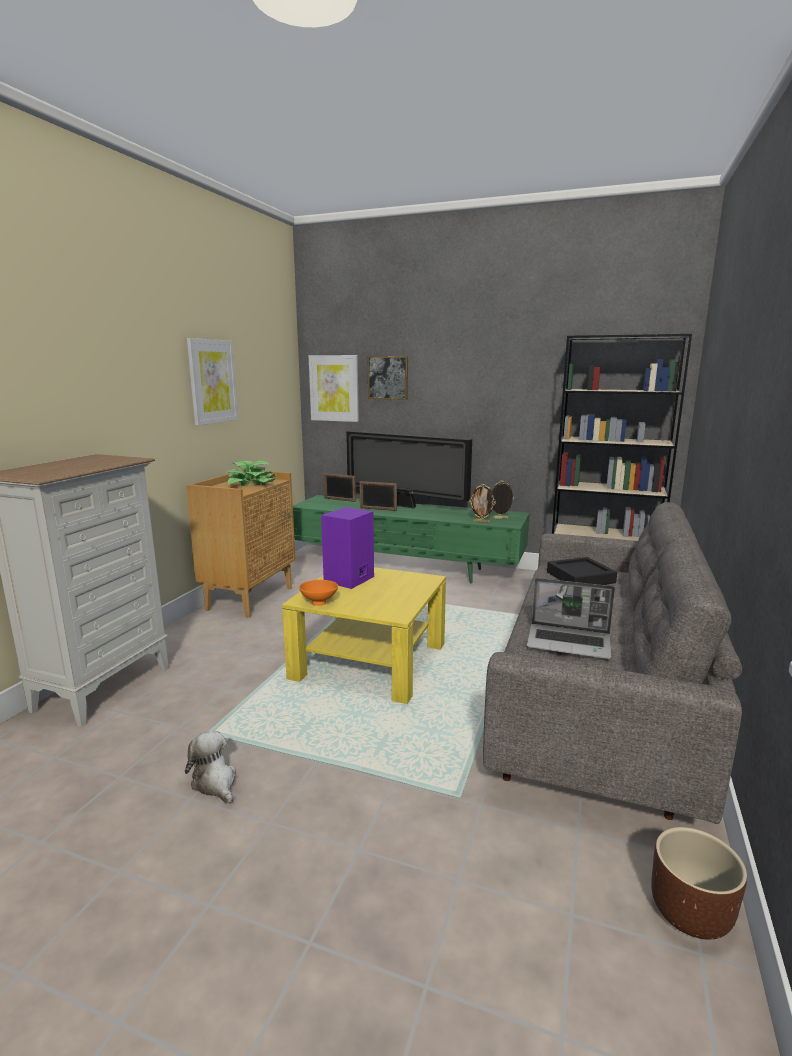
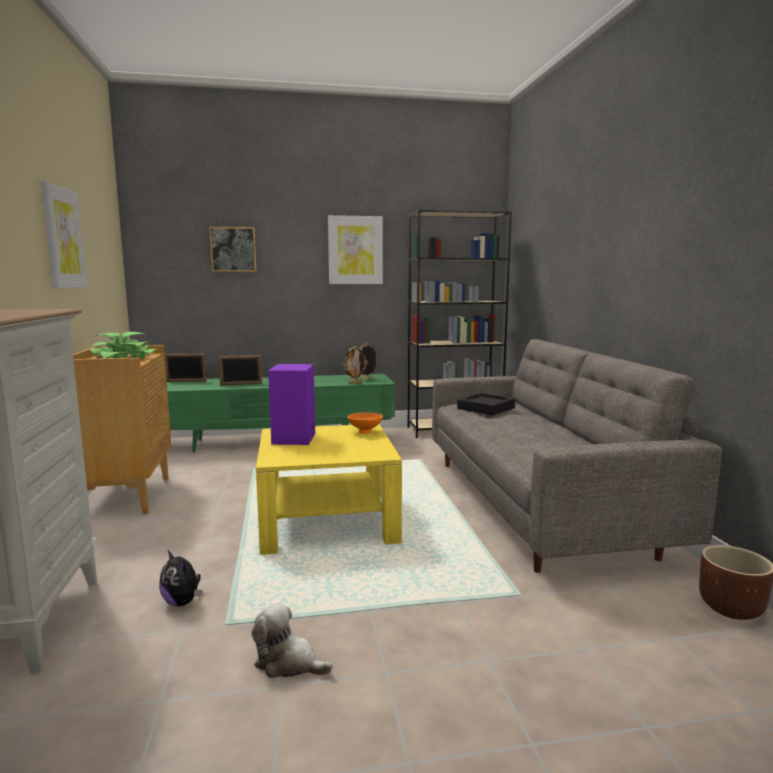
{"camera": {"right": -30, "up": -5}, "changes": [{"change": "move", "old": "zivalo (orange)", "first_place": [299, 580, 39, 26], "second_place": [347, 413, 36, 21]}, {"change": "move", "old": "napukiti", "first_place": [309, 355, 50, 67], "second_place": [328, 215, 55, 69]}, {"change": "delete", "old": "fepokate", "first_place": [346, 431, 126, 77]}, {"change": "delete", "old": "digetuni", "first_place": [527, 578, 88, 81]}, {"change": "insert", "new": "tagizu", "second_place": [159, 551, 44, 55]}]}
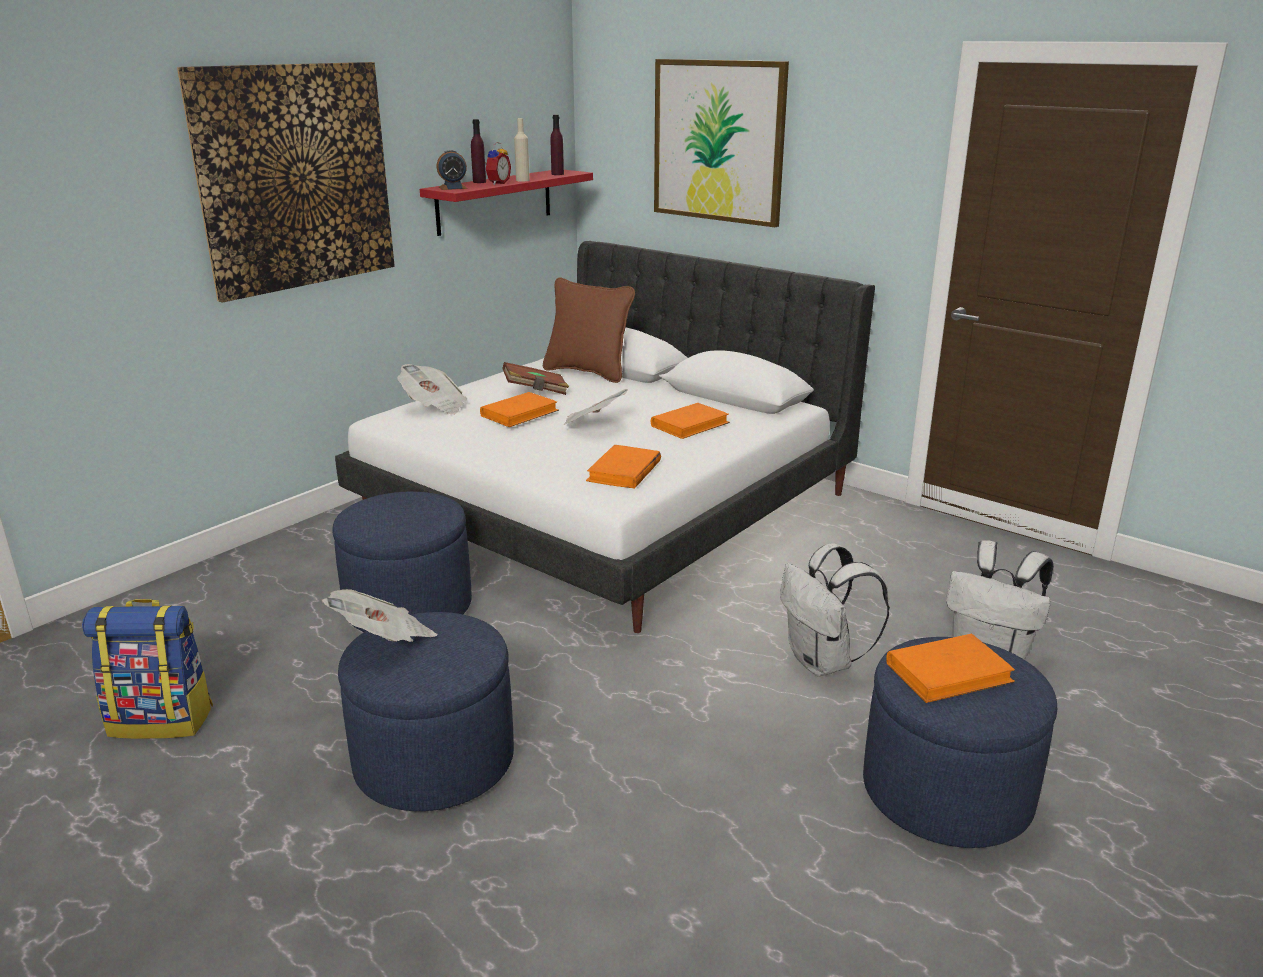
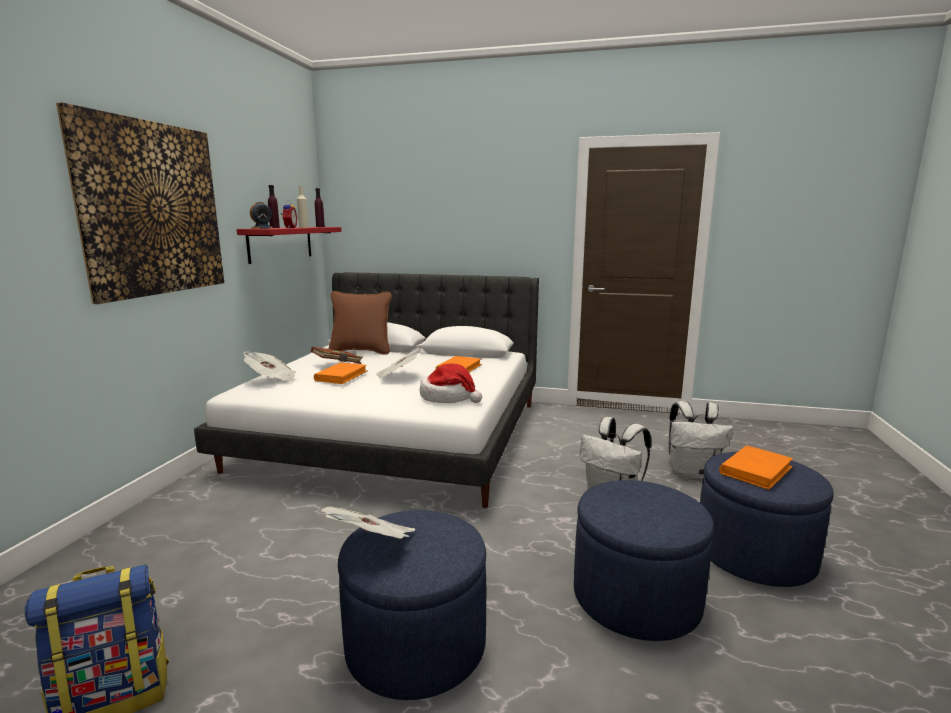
{"camera": {"right": -25, "up": -10}, "changes": [{"change": "move", "old": "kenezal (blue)", "first_place": [332, 492, 140, 140], "second_place": [574, 480, 140, 161]}, {"change": "replace", "old": "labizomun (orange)", "new": "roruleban", "first_place": [586, 445, 75, 44], "second_place": [420, 363, 62, 40]}, {"change": "delete", "old": "napukiti", "first_place": [654, 59, 135, 168]}]}
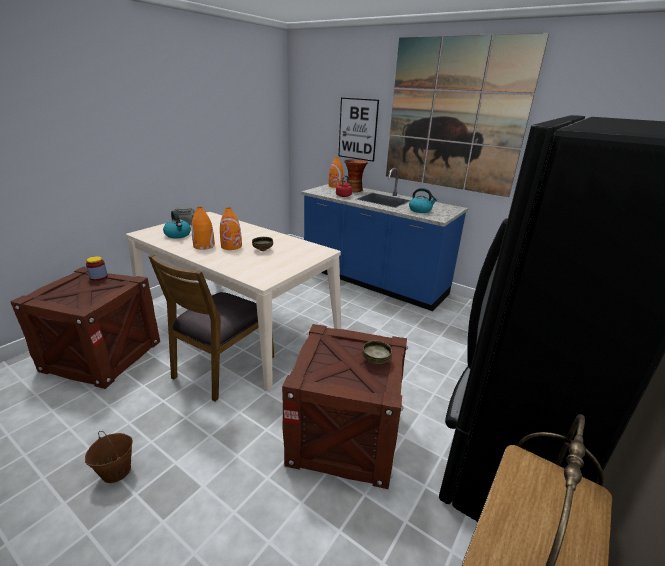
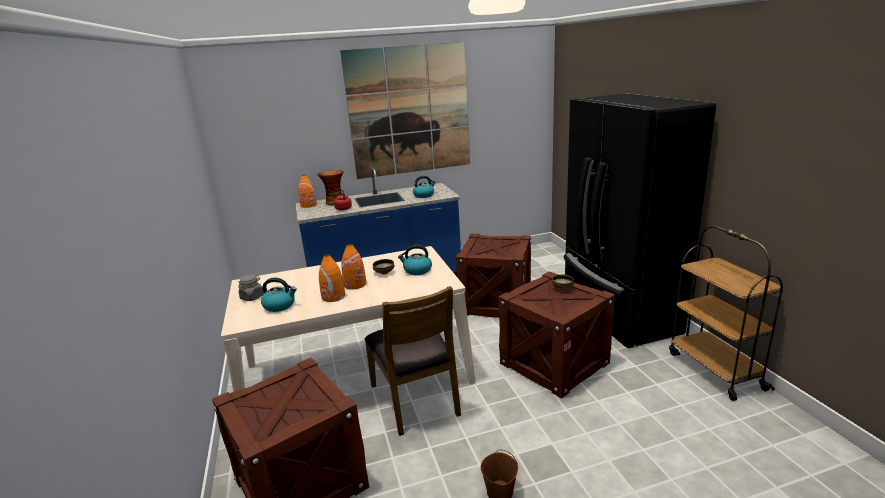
{"camera": {"right": -50, "up": -5}, "changes": [{"change": "delete", "old": "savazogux", "first_place": [86, 256, 22, 25]}, {"change": "delete", "old": "napukiti", "first_place": [339, 98, 40, 64]}, {"change": "insert", "new": "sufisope", "second_place": [398, 245, 34, 30]}, {"change": "insert", "new": "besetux", "second_place": [456, 234, 75, 84]}]}
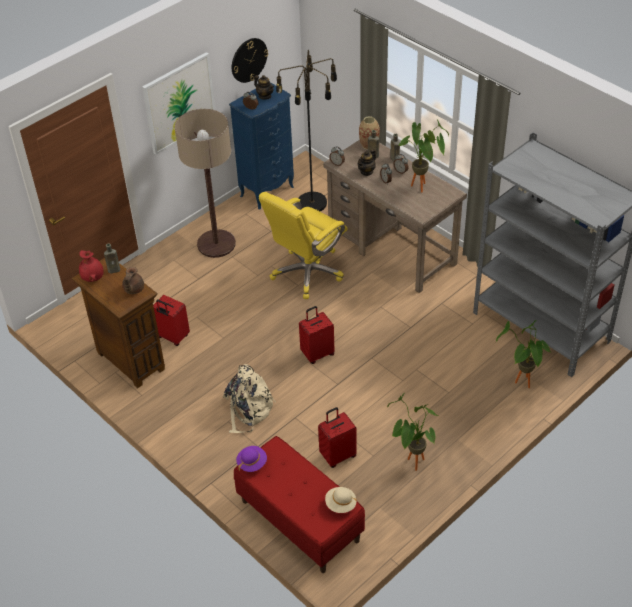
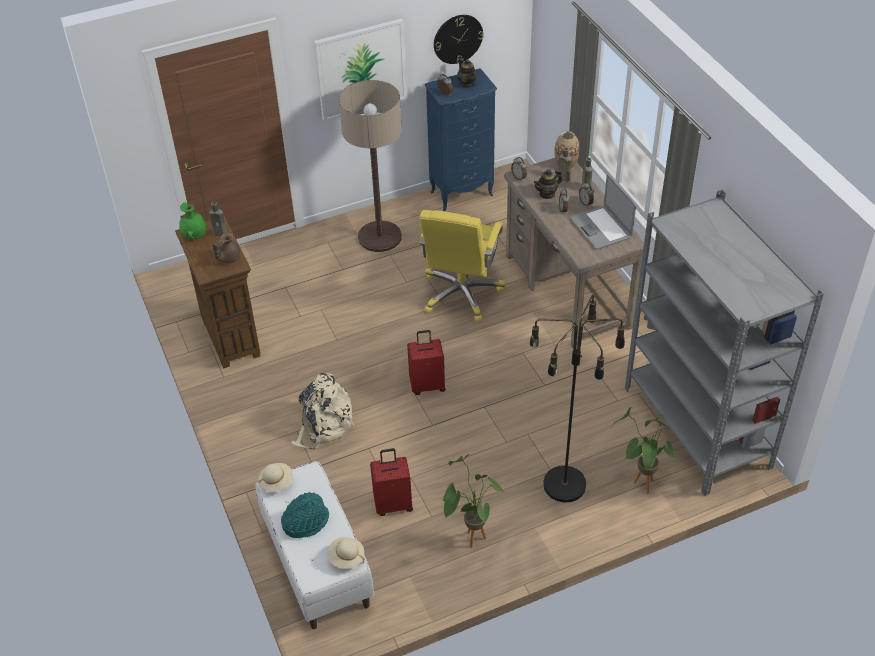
{"camera": {"right": 20, "up": 0}, "changes": [{"change": "recolor", "old": "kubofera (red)", "new": "kubofera (green)", "first_place": [79, 250, 25, 32], "second_place": [179, 202, 28, 38]}, {"change": "delete", "old": "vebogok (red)", "first_place": [153, 295, 37, 51]}, {"change": "recolor", "old": "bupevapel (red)", "new": "bupevapel (white)", "first_place": [234, 436, 131, 137], "second_place": [255, 461, 119, 168]}, {"change": "recolor", "old": "roruleban (purple)", "new": "roruleban (beige)", "first_place": [236, 446, 31, 26], "second_place": [258, 463, 35, 29]}, {"change": "rotate", "old": "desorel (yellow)", "first_place": [259, 192, 88, 107], "second_place": [419, 210, 86, 112], "degrees": -45}, {"change": "move", "old": "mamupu", "first_place": [276, 50, 61, 162], "second_place": [530, 295, 95, 208]}, {"change": "replace", "old": "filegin", "new": "digetuni", "first_place": [398, 120, 51, 72], "second_place": [570, 175, 66, 74]}, {"change": "insert", "new": "roruleban (turquoise)", "second_place": [281, 492, 48, 46]}]}
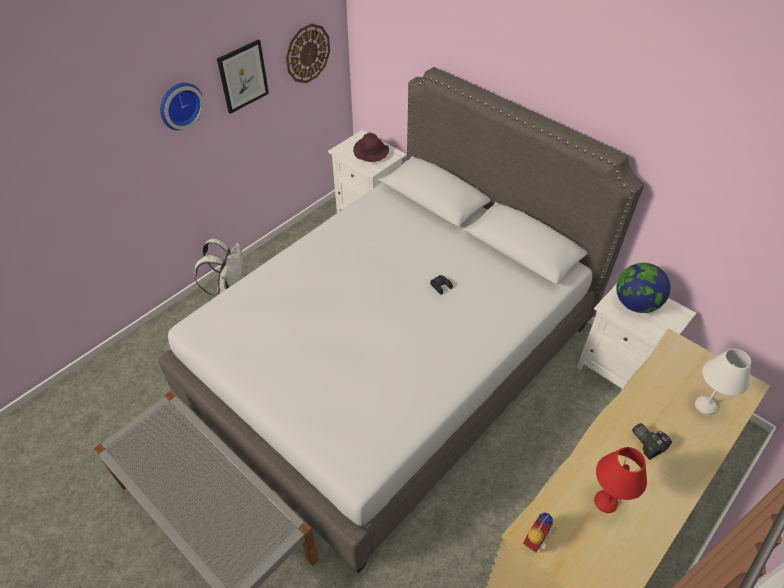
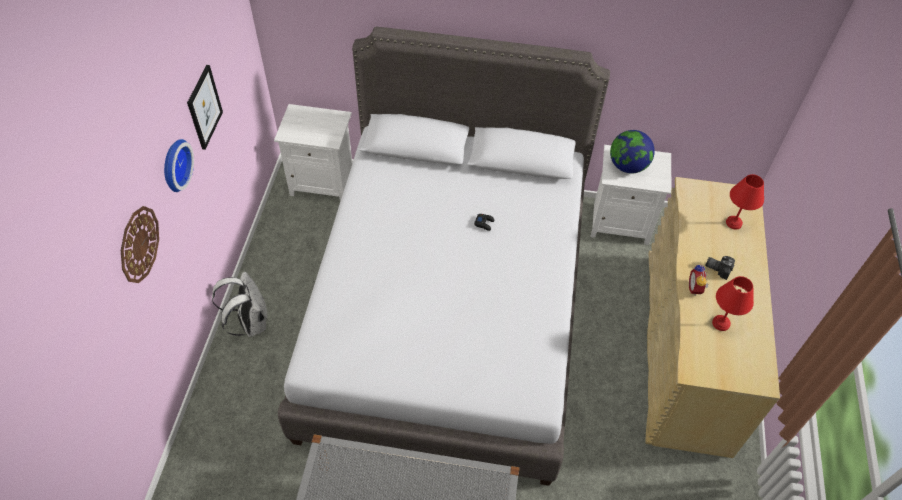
{"camera": {"right": -35, "up": 5}, "changes": [{"change": "move", "old": "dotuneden", "first_place": [286, 23, 44, 60], "second_place": [121, 206, 38, 77]}, {"change": "delete", "old": "roruleban (purple)", "first_place": [353, 133, 36, 29]}, {"change": "move", "old": "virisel", "first_place": [523, 513, 33, 39], "second_place": [689, 265, 20, 31]}, {"change": "recolor", "old": "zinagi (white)", "new": "zinagi (red)", "first_place": [695, 349, 56, 66], "second_place": [726, 174, 38, 56]}]}
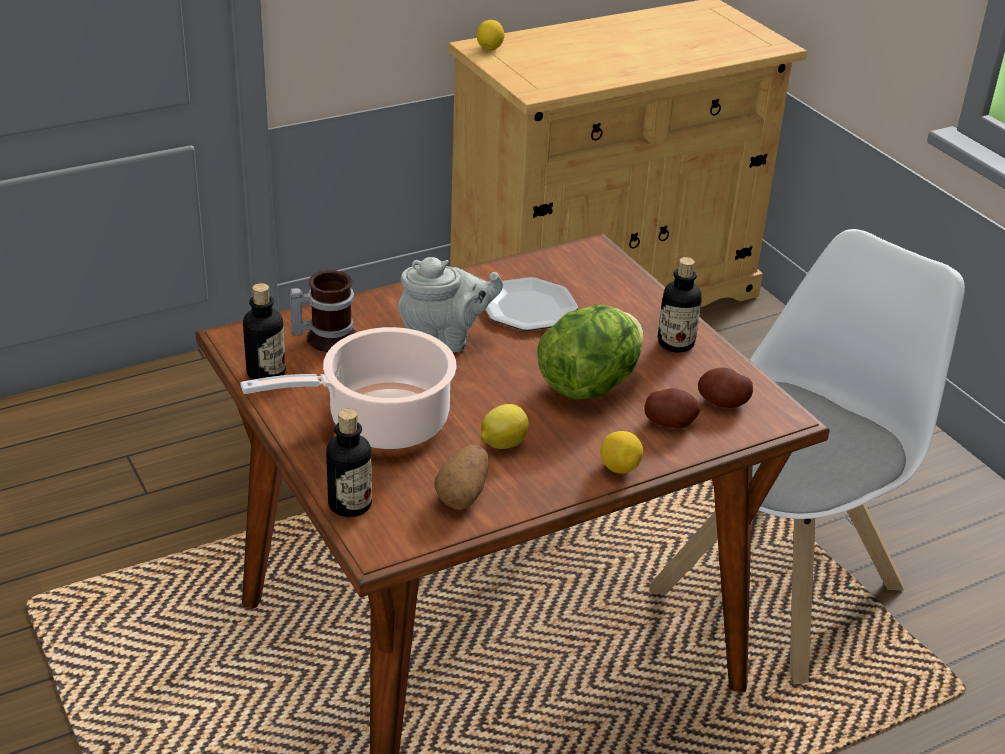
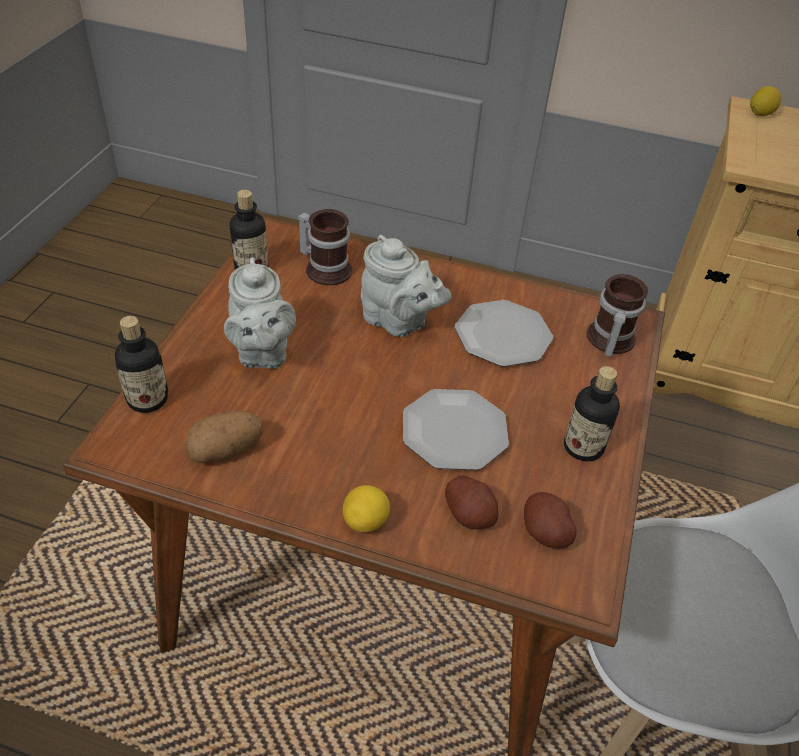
{"camera": {"right": 45, "up": 10}, "changes": [{"change": "replace", "old": "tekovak", "new": "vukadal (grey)", "first_place": [240, 327, 217, 122], "second_place": [224, 257, 72, 112]}, {"change": "delete", "old": "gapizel", "first_place": [481, 404, 48, 45]}, {"change": "replace", "old": "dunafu", "new": "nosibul", "first_place": [538, 305, 105, 94], "second_place": [403, 389, 106, 81]}, {"change": "insert", "new": "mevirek", "second_place": [587, 274, 61, 83]}]}
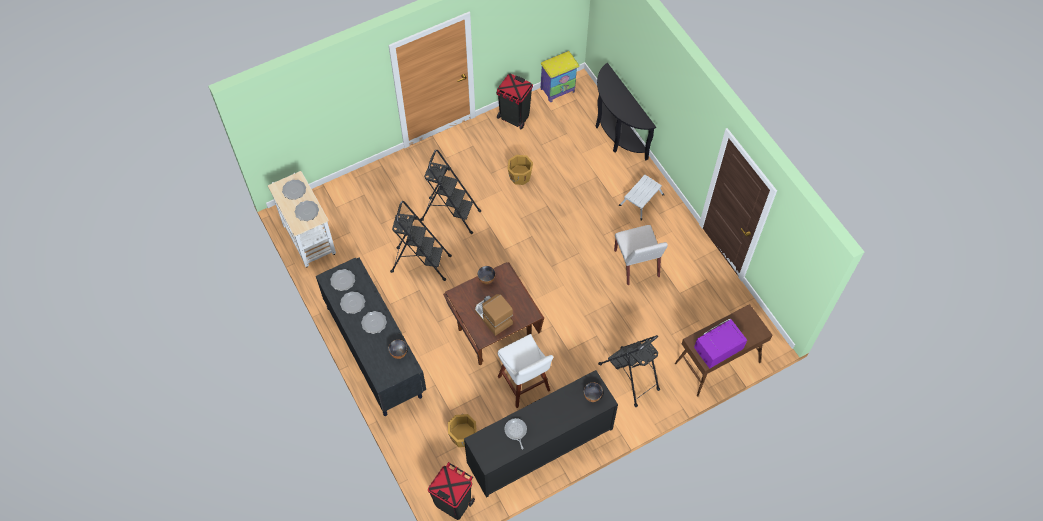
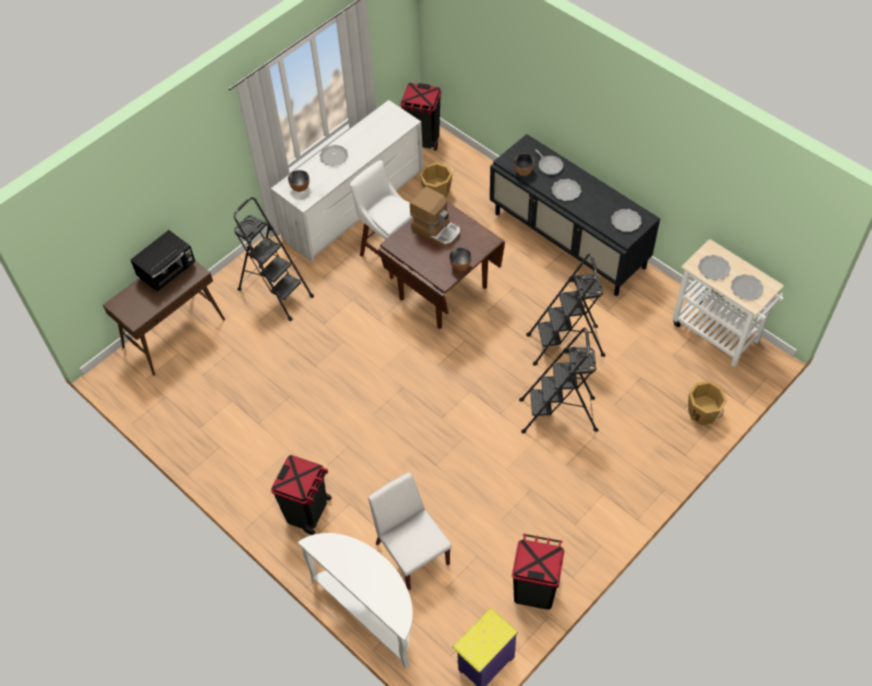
{"camera": {"right": 165, "up": -5}, "changes": [{"change": "move", "old": "nosibul", "first_place": [340, 292, 25, 22], "second_place": [319, 145, 29, 21]}, {"change": "recolor", "old": "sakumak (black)", "new": "sakumak (white)", "first_place": [464, 370, 154, 128], "second_place": [271, 100, 152, 162]}, {"change": "move", "old": "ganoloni", "first_place": [504, 418, 23, 31], "second_place": [535, 149, 28, 26]}, {"change": "move", "old": "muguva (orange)", "first_place": [507, 155, 26, 30], "second_place": [688, 381, 39, 44]}, {"change": "recolor", "old": "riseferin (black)", "new": "riseferin (white)", "first_place": [596, 63, 60, 97], "second_place": [298, 533, 115, 136]}, {"change": "move", "old": "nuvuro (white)", "first_place": [614, 225, 54, 60], "second_place": [368, 472, 84, 119]}, {"change": "replace", "old": "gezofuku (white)", "new": "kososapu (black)", "first_place": [619, 174, 45, 47], "second_place": [271, 455, 61, 80]}, {"change": "recolor", "old": "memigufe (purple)", "new": "memigufe (black)", "first_place": [694, 319, 53, 49], "second_place": [131, 230, 64, 62]}]}
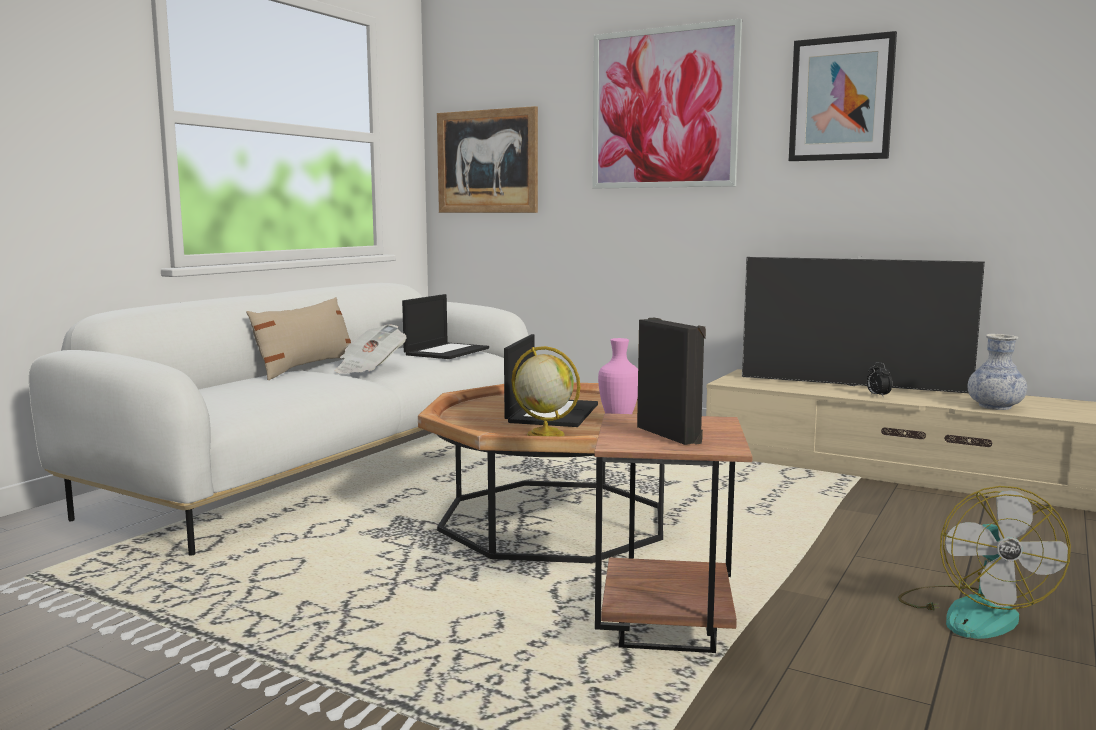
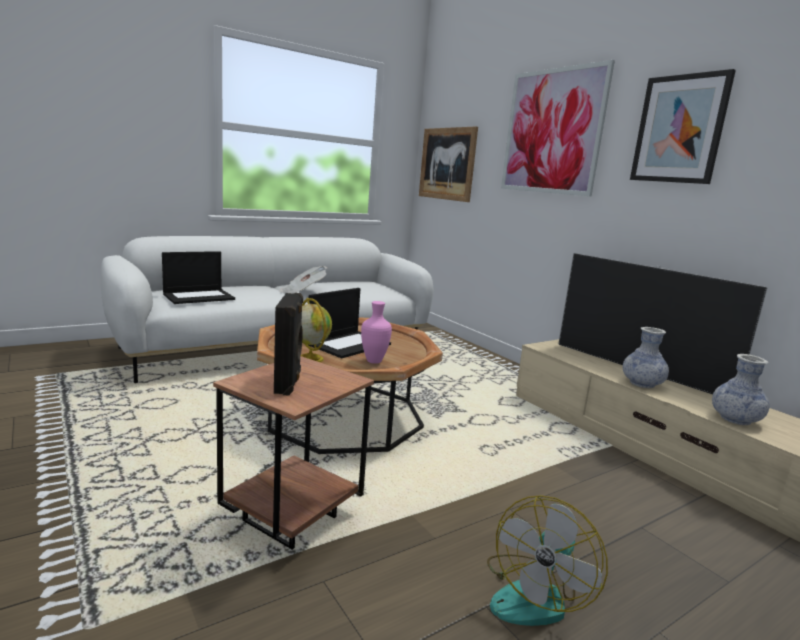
{"camera": {"right": 25, "up": 5}, "changes": [{"change": "delete", "old": "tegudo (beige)", "first_place": [247, 297, 104, 83]}, {"change": "move", "old": "digetuni", "first_place": [402, 294, 87, 65], "second_place": [162, 251, 73, 53]}, {"change": "replace", "old": "virisel", "new": "kubofera", "first_place": [867, 362, 26, 36], "second_place": [623, 327, 46, 61]}]}
